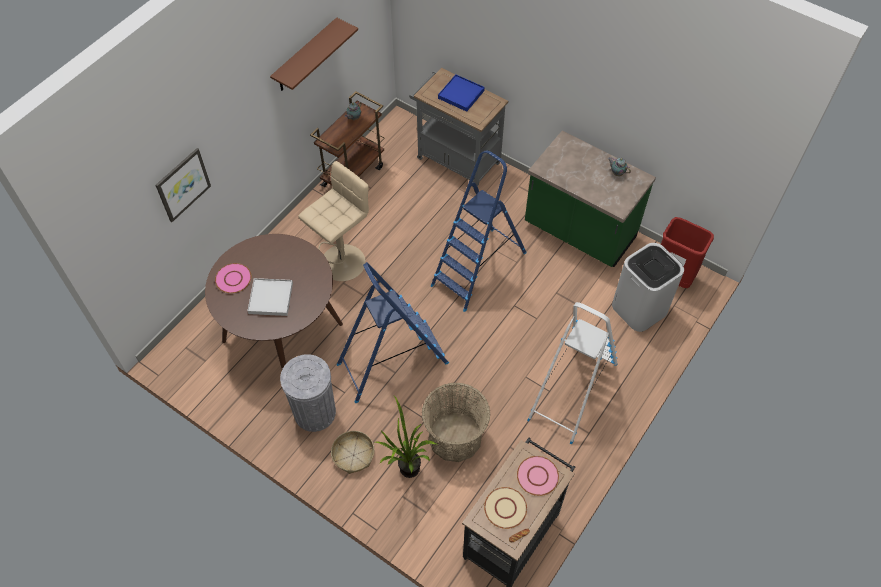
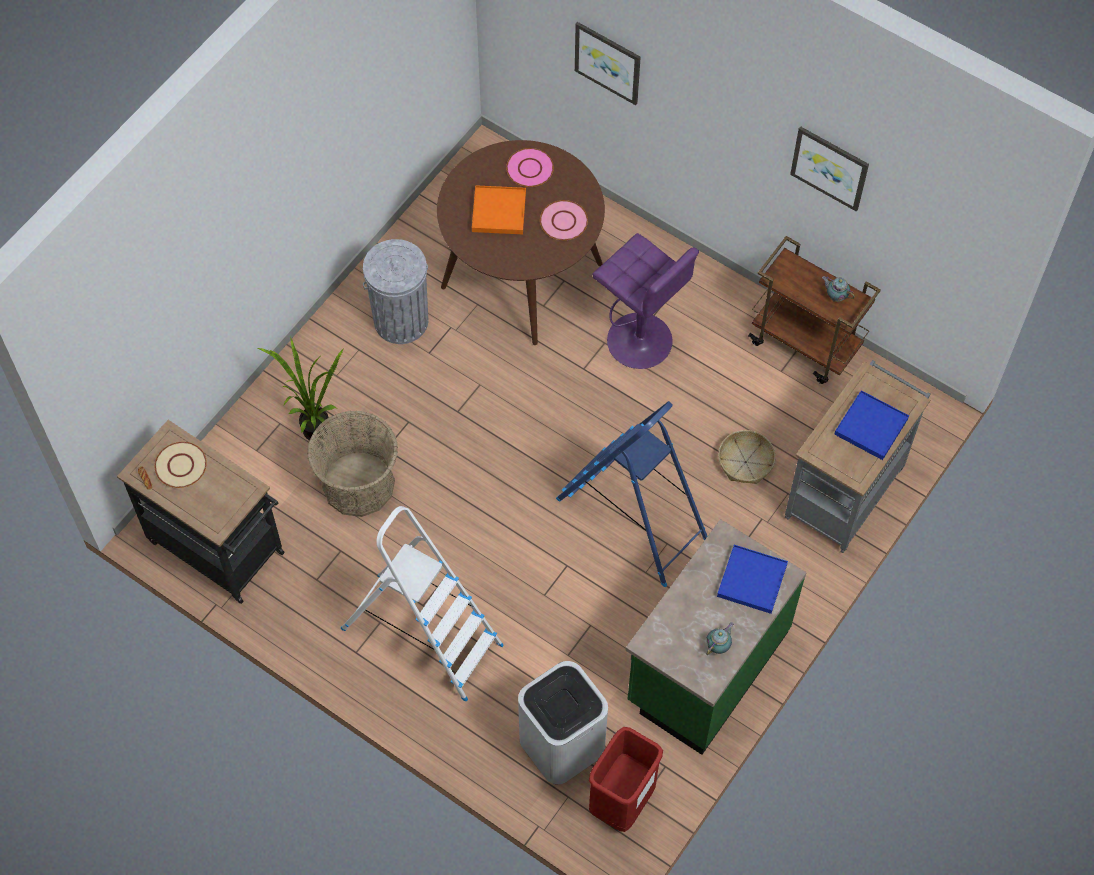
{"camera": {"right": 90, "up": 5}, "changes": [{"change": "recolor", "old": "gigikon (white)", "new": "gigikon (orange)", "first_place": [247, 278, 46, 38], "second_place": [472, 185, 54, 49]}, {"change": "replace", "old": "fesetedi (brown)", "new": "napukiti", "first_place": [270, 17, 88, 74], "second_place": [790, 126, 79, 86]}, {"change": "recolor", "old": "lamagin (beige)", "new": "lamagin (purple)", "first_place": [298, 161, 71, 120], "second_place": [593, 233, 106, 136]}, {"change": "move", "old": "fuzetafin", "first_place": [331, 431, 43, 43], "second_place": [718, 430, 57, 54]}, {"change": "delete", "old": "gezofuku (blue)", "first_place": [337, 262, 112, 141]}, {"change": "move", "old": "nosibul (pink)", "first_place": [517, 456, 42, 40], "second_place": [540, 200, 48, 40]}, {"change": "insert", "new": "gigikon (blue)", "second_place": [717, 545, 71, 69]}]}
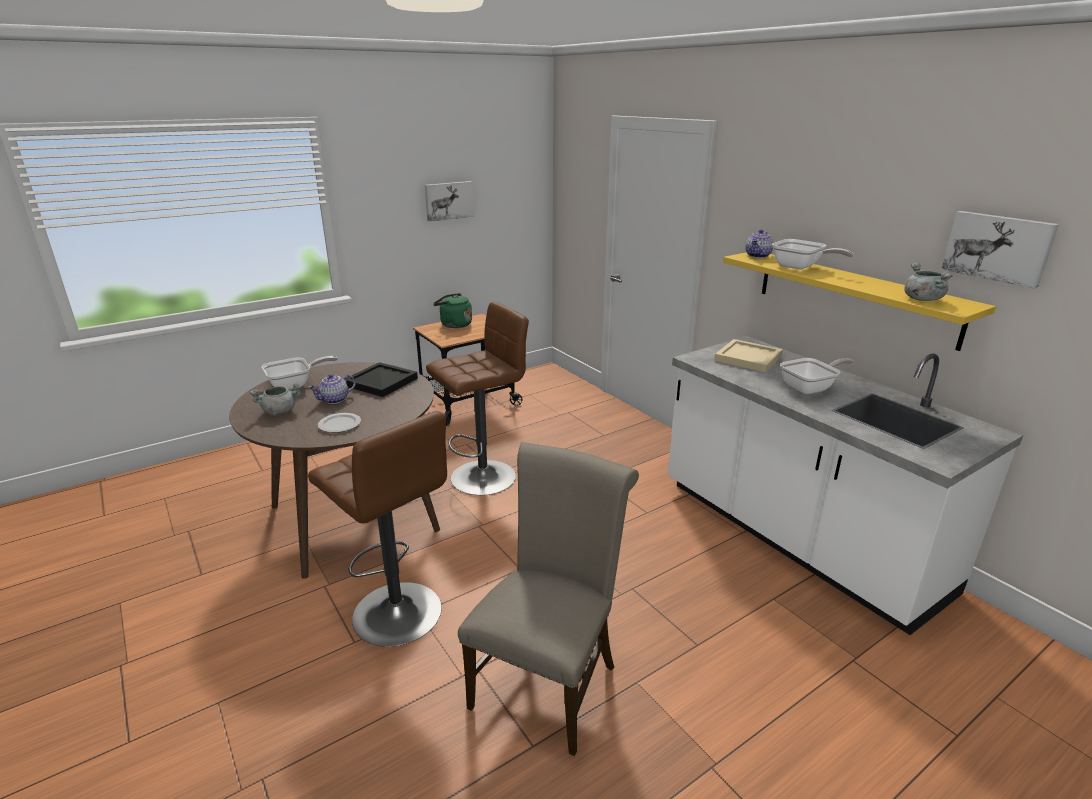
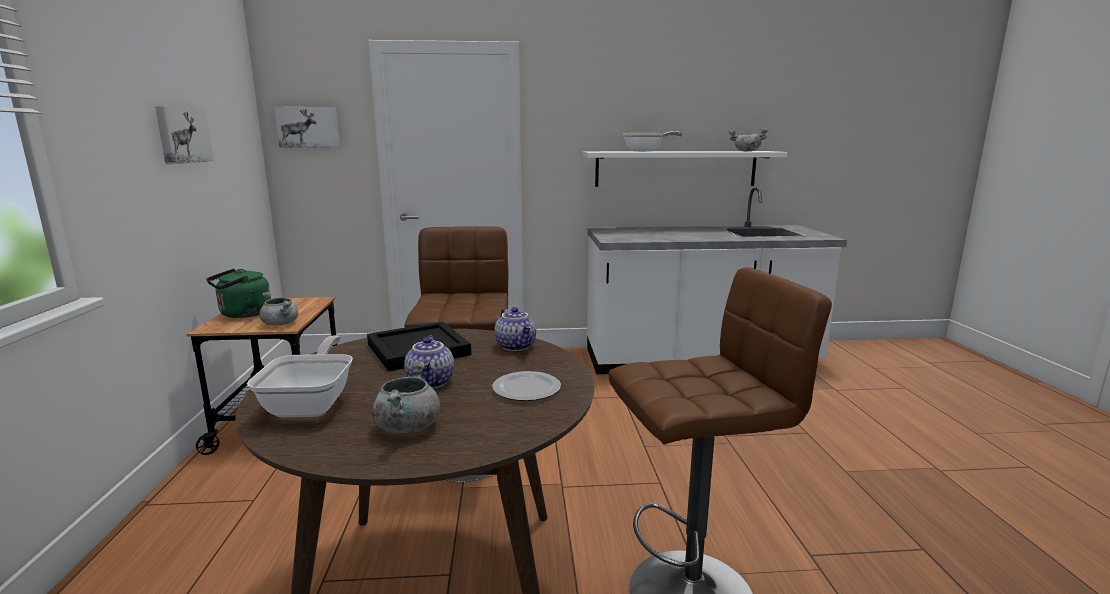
{"camera": {"right": -60, "up": -10}, "changes": [{"change": "delete", "old": "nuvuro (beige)", "first_place": [458, 442, 181, 314]}, {"change": "delete", "old": "gigikon (beige)", "first_place": [714, 339, 69, 33]}, {"change": "recolor", "old": "fesetedi (yellow)", "new": "fesetedi (white)", "first_place": [723, 252, 273, 99], "second_place": [583, 151, 204, 36]}, {"change": "move", "old": "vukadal", "first_place": [745, 230, 28, 28], "second_place": [494, 307, 42, 44]}, {"change": "delete", "old": "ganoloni", "first_place": [780, 358, 74, 36]}, {"change": "move", "old": "napukiti", "first_place": [941, 211, 118, 78], "second_place": [274, 107, 66, 41]}, {"change": "insert", "new": "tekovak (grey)", "second_place": [260, 292, 38, 34]}]}
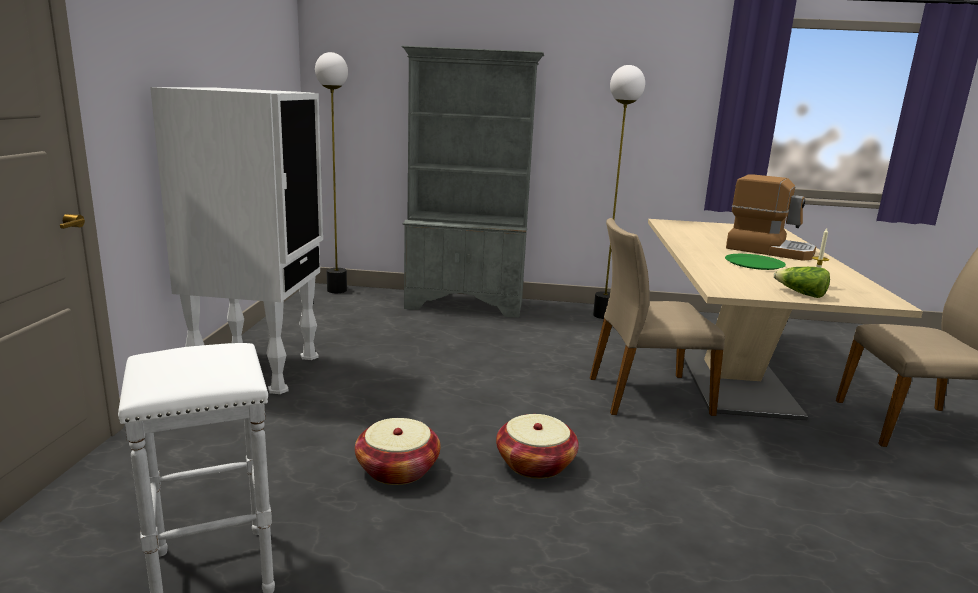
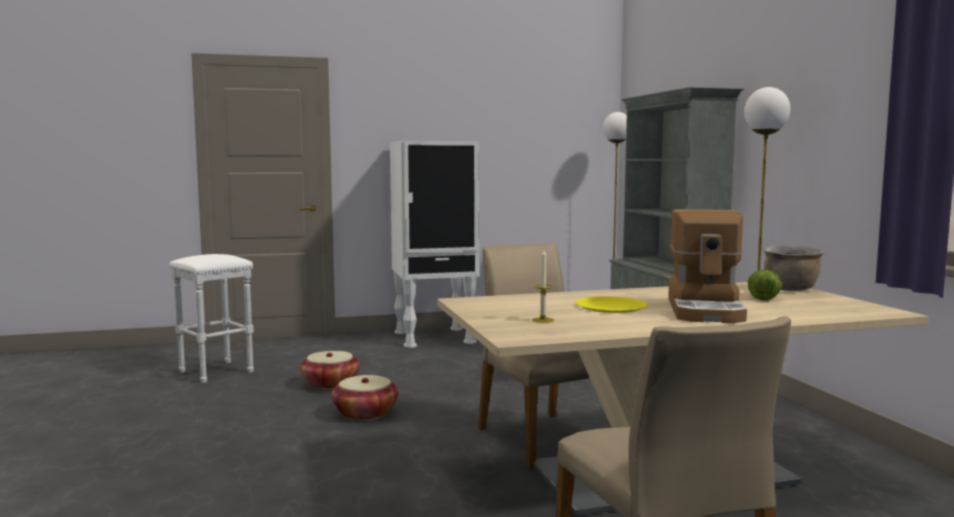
{"camera": {"right": 70, "up": -10}, "changes": [{"change": "recolor", "old": "nosibul (green)", "new": "nosibul (yellow)", "first_place": [725, 254, 61, 16], "second_place": [575, 297, 73, 16]}, {"change": "move", "old": "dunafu", "first_place": [774, 267, 56, 31], "second_place": [747, 270, 35, 30]}, {"change": "insert", "new": "tekovak (brown)", "second_place": [764, 245, 60, 46]}]}
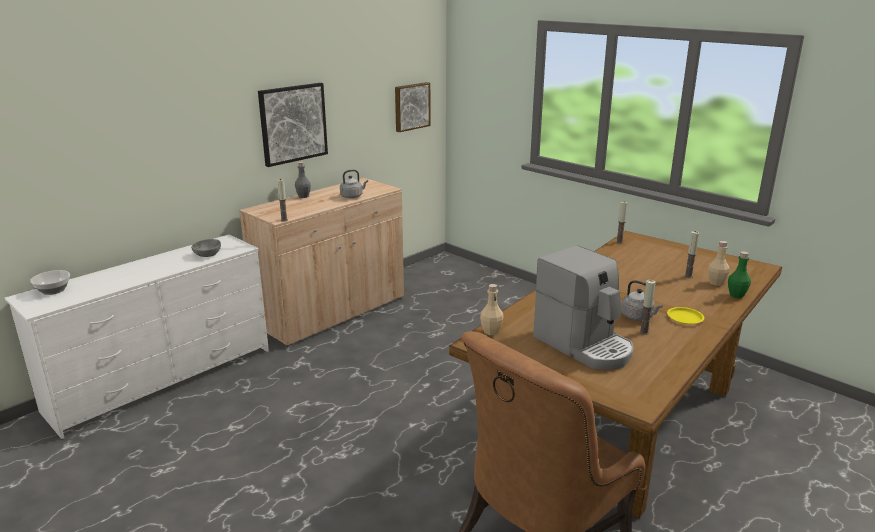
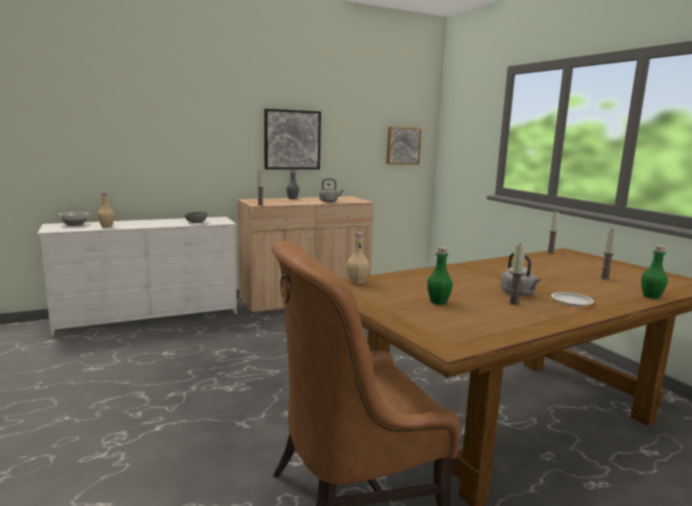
{"camera": {"right": 20, "up": -10}, "changes": [{"change": "replace", "old": "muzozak", "new": "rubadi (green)", "first_place": [533, 245, 101, 125], "second_place": [427, 247, 26, 58]}, {"change": "recolor", "old": "nosibul (yellow)", "new": "nosibul (white)", "first_place": [667, 307, 37, 17], "second_place": [551, 292, 43, 14]}, {"change": "move", "old": "rubadi (beige)", "first_place": [708, 241, 21, 45], "second_place": [98, 192, 16, 35]}]}
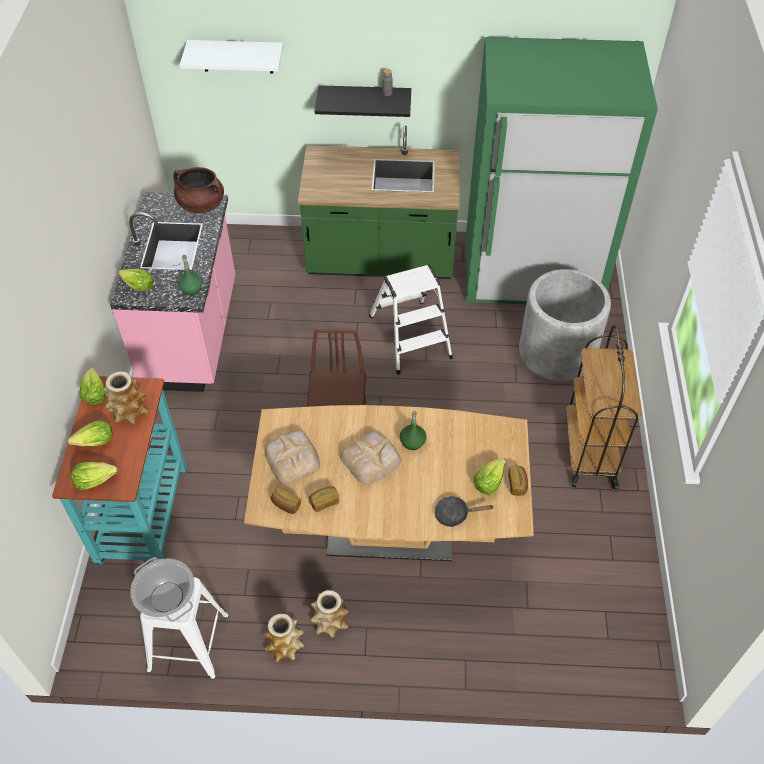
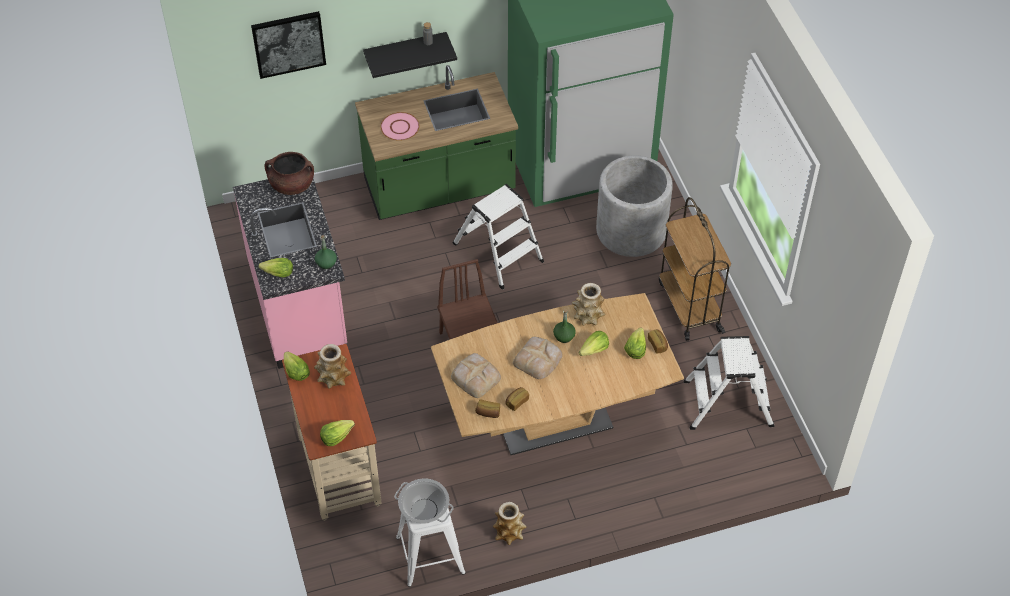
{"camera": {"right": -20, "up": 0}, "changes": [{"change": "recolor", "old": "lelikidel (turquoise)", "new": "lelikidel (beige)", "first_place": [52, 375, 134, 189], "second_place": [282, 344, 100, 177]}, {"change": "move", "old": "dunafu", "first_place": [68, 420, 44, 26], "second_place": [579, 331, 30, 25]}, {"change": "replace", "old": "fesetedi (white)", "new": "napukiti", "first_place": [179, 40, 104, 33], "second_place": [251, 11, 75, 68]}, {"change": "move", "old": "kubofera", "first_place": [311, 590, 38, 48], "second_place": [572, 283, 33, 43]}, {"change": "delete", "old": "ganoloni (black)", "first_place": [434, 496, 59, 31]}, {"change": "insert", "new": "nosibul (pink)", "second_place": [380, 112, 39, 29]}, {"change": "insert", "new": "gezofuku (white)", "second_place": [683, 336, 92, 94]}]}
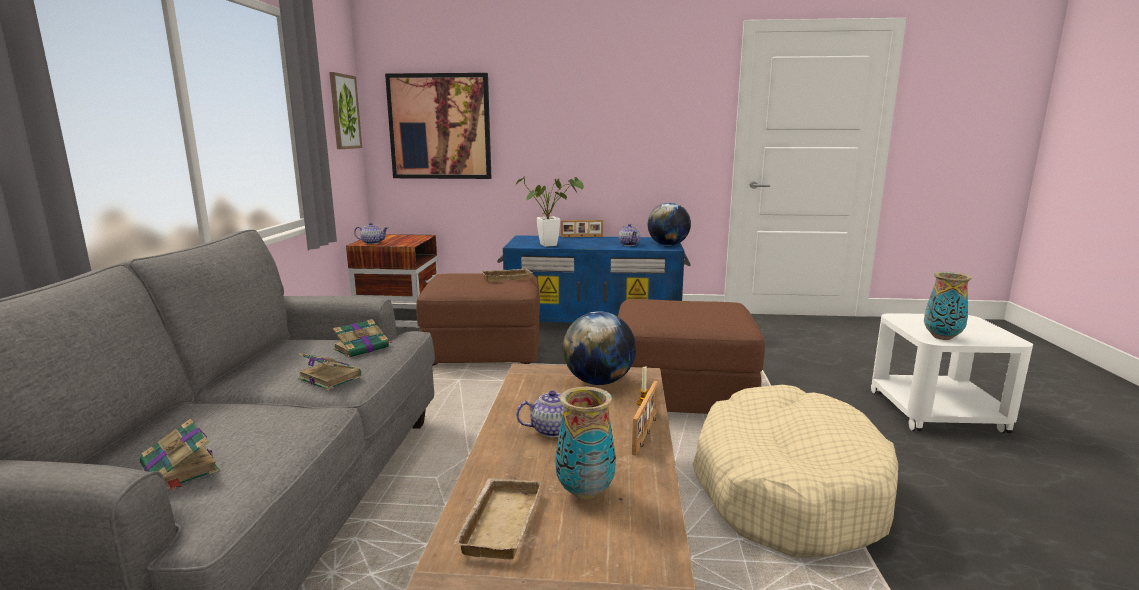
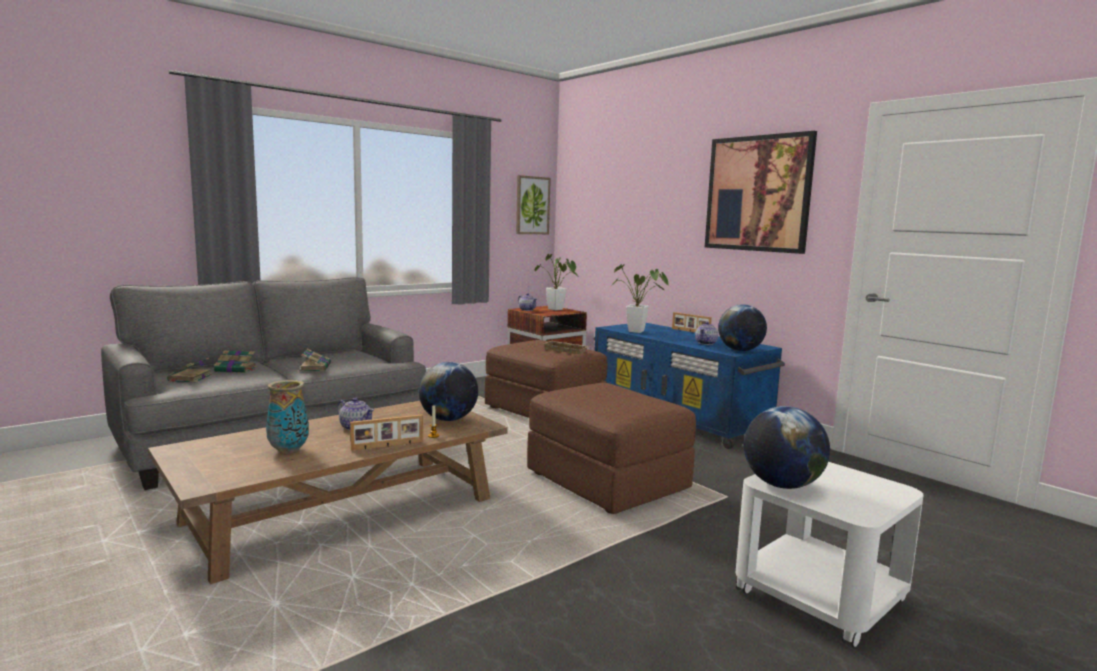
{"camera": {"right": 45, "up": -5}, "changes": [{"change": "move", "old": "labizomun", "first_place": [333, 319, 59, 39], "second_place": [214, 350, 43, 23]}, {"change": "move", "old": "napukiti", "first_place": [385, 73, 107, 106], "second_place": [705, 131, 112, 123]}, {"change": "delete", "old": "gigikon (beige)", "first_place": [453, 478, 89, 81]}, {"change": "delete", "old": "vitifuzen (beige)", "first_place": [692, 385, 206, 172]}, {"change": "replace", "old": "kubofera", "new": "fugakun", "first_place": [924, 272, 48, 68], "second_place": [744, 406, 86, 83]}, {"change": "insert", "new": "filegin", "second_place": [535, 254, 43, 56]}]}
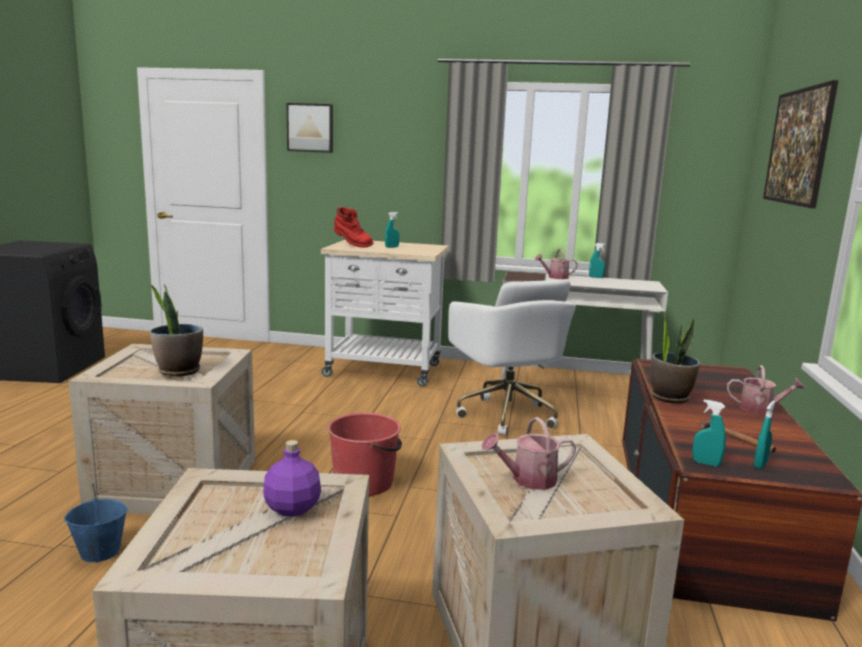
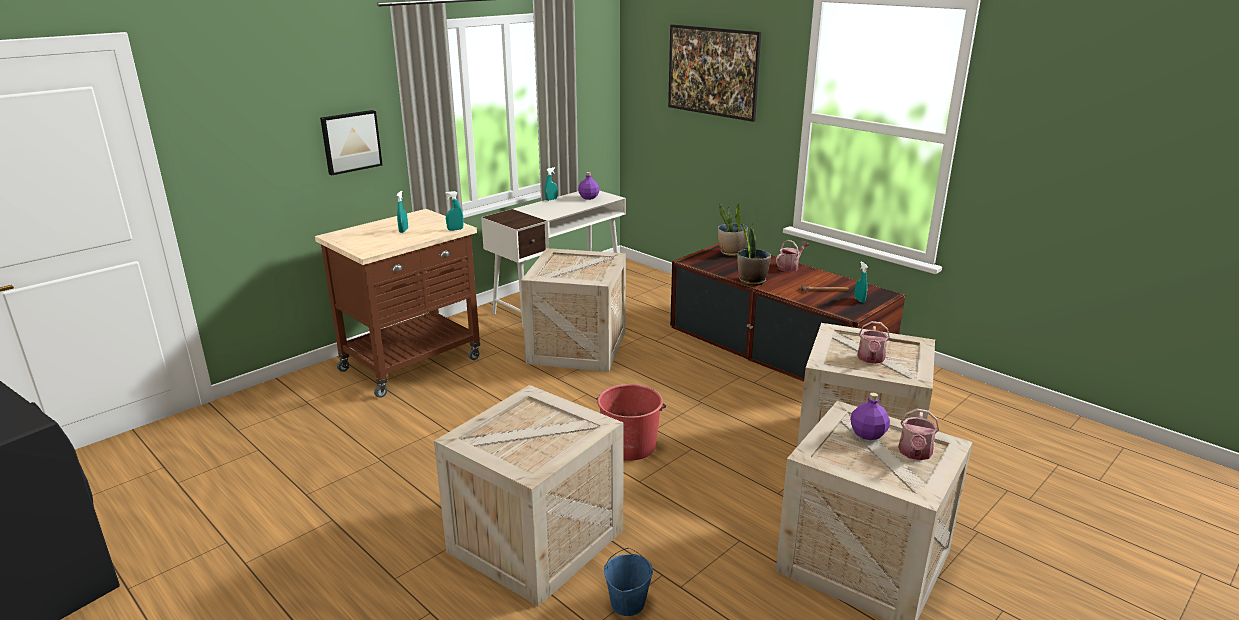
{"camera": {"right": -55, "up": 10}, "changes": [{"change": "move", "old": "filegin", "first_place": [150, 284, 53, 92], "second_place": [718, 204, 30, 52]}, {"change": "move", "old": "napukiti", "first_place": [287, 103, 46, 50], "second_place": [320, 110, 63, 65]}, {"change": "recolor", "old": "lelikidel (white)", "new": "lelikidel (brown)", "first_place": [321, 240, 128, 147], "second_place": [315, 209, 165, 189]}, {"change": "delete", "old": "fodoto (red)", "first_place": [334, 207, 40, 41]}, {"change": "replace", "old": "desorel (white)", "new": "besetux", "first_place": [448, 280, 128, 156], "second_place": [521, 248, 105, 124]}, {"change": "move", "old": "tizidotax", "first_place": [535, 249, 43, 30], "second_place": [898, 408, 41, 52]}, {"change": "move", "old": "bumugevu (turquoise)", "first_place": [692, 399, 34, 68], "second_place": [446, 191, 18, 40]}, {"change": "insert", "new": "rubadi (purple)", "second_place": [578, 172, 21, 28]}]}
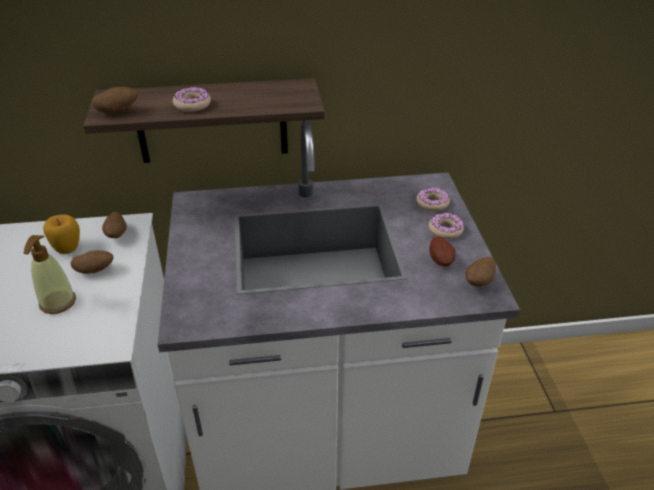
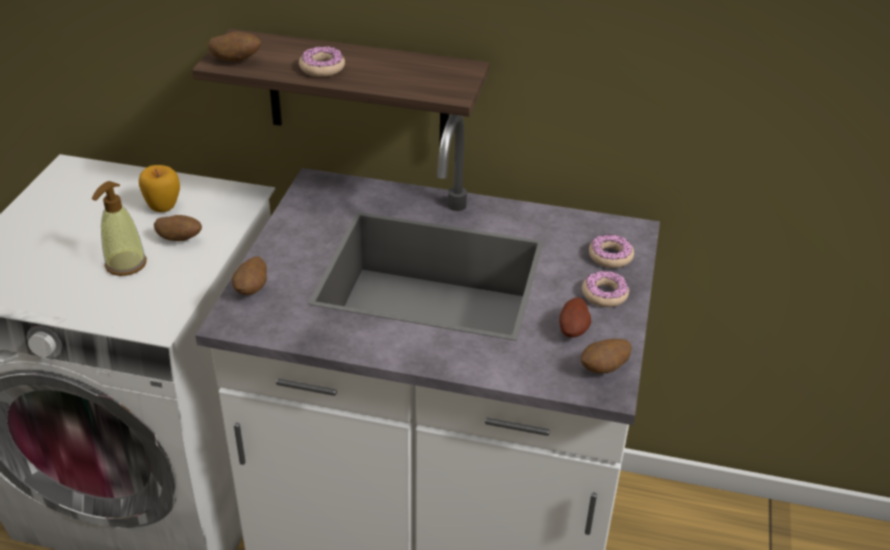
{"camera": {"right": 20, "up": 0}, "changes": [{"change": "move", "old": "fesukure", "first_place": [102, 212, 25, 26], "second_place": [232, 256, 35, 39]}]}
